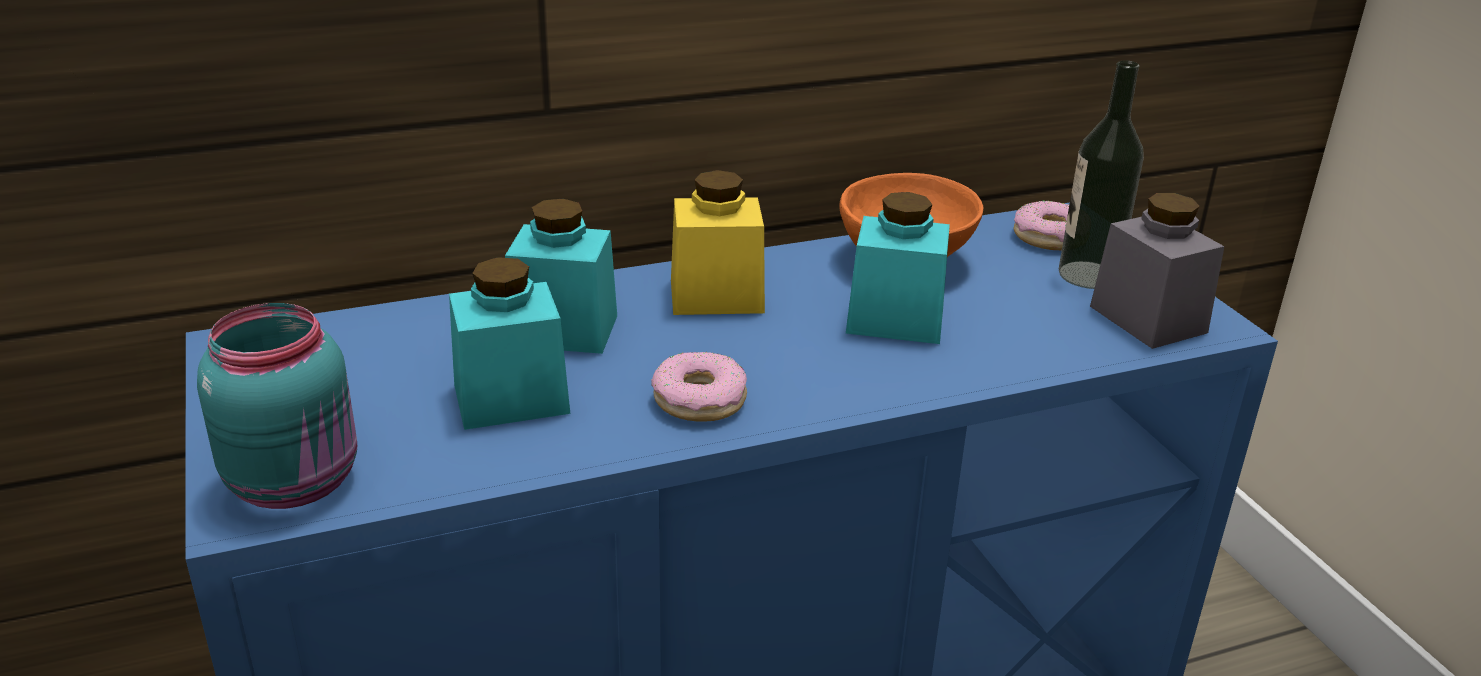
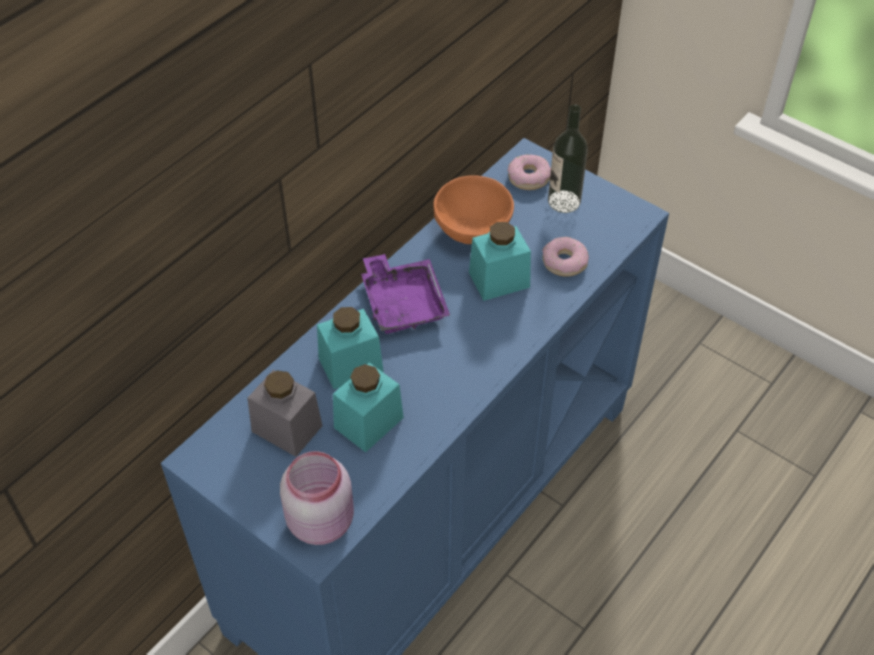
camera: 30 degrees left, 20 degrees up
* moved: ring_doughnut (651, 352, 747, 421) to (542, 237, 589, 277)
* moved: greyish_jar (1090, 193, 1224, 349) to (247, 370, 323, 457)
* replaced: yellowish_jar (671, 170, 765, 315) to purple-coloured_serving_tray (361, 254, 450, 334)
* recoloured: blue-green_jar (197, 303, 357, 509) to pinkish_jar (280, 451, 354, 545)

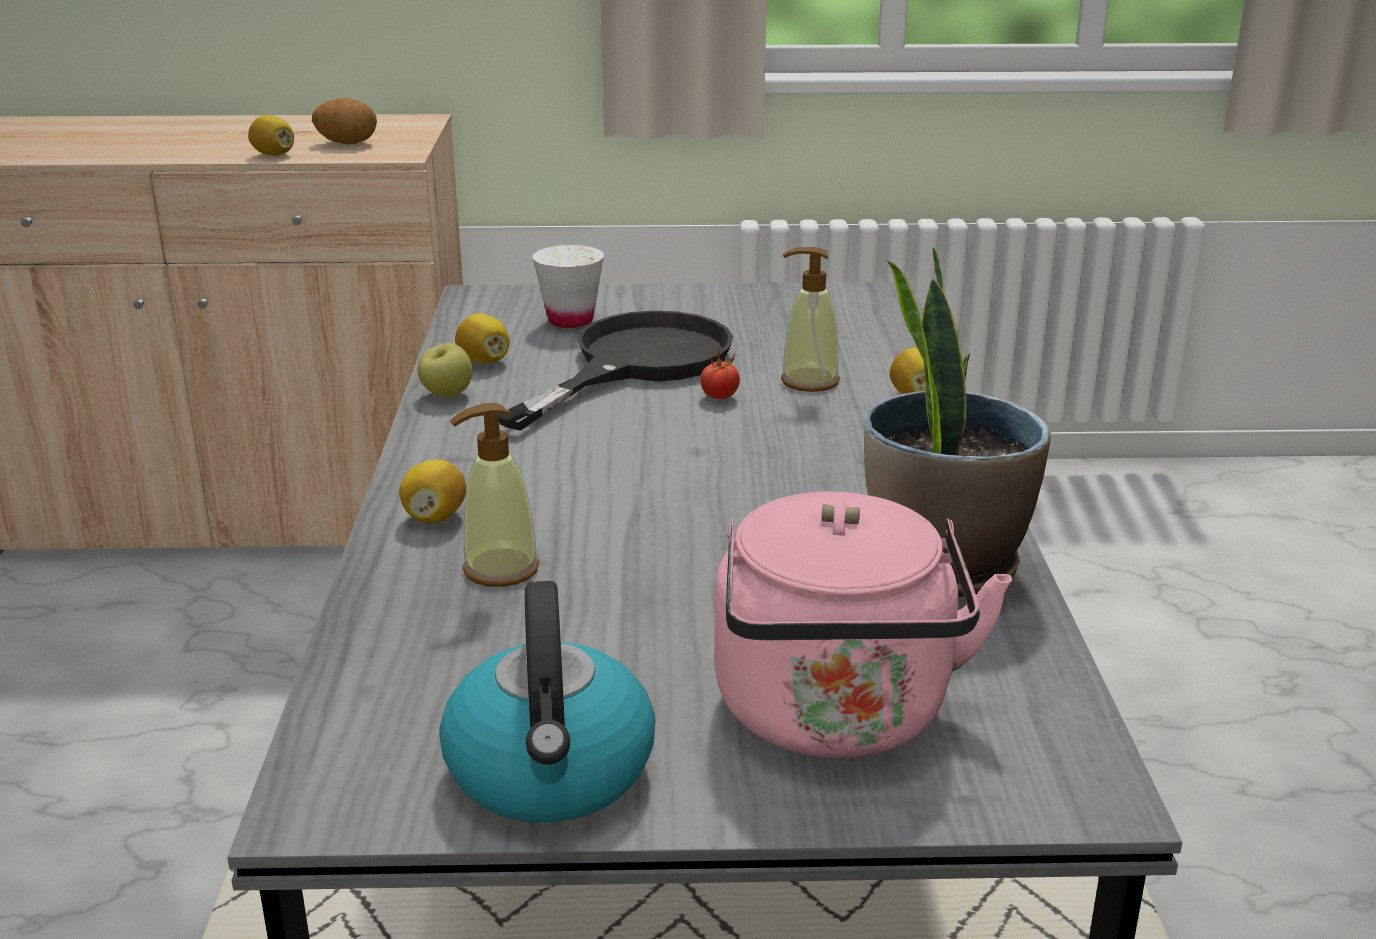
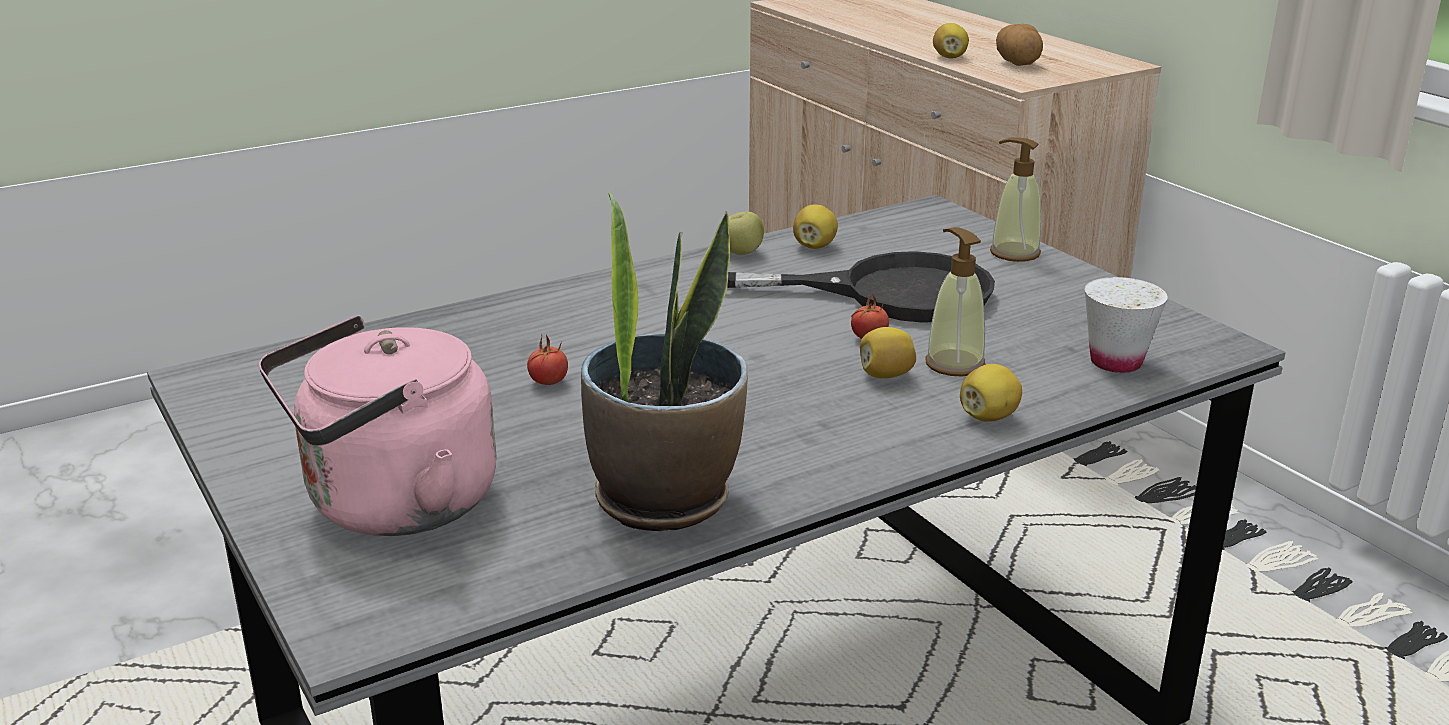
camera: 60 degrees right, 0 degrees up
* removed: kettle (439, 581, 655, 822)
* added: fresh_tomato (527, 335, 568, 385)
* moved: lemon (399, 460, 466, 523) to (860, 327, 916, 379)
* moved: soap_bottle (450, 403, 539, 587) to (990, 137, 1041, 262)
* moved: white-coloured_drinking_cup (532, 245, 604, 328) to (1085, 277, 1168, 373)

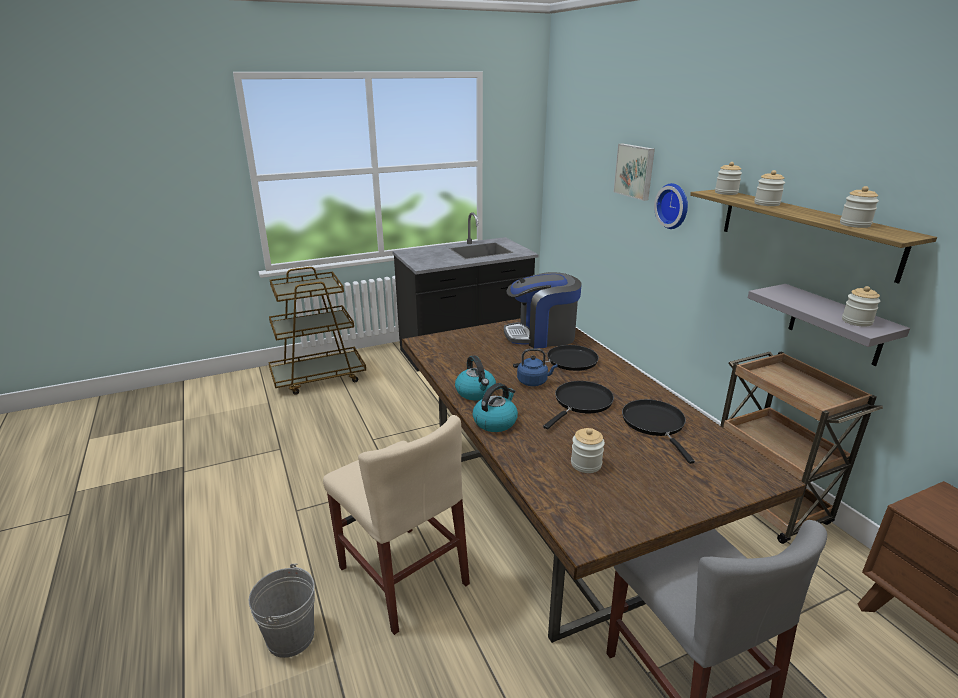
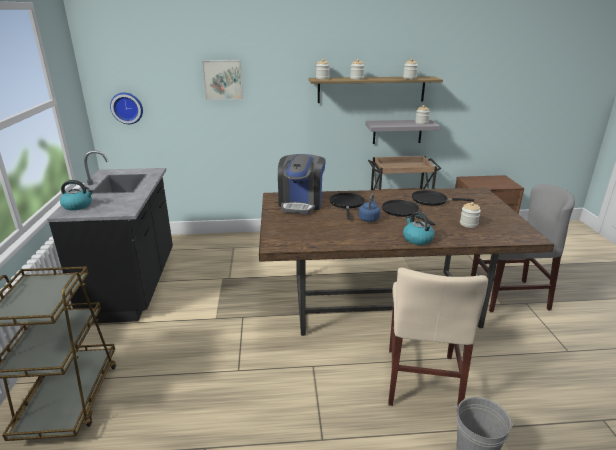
camera: 70 degrees left, 0 degrees up
* moved: kettle (455, 355, 496, 400) to (60, 180, 93, 210)
* moved: wall_clock (654, 183, 688, 229) to (110, 92, 143, 124)
* turned: beige-coloured_plain_chair (323, 415, 470, 635) = (388, 268, 488, 406) 120 degrees clockwise

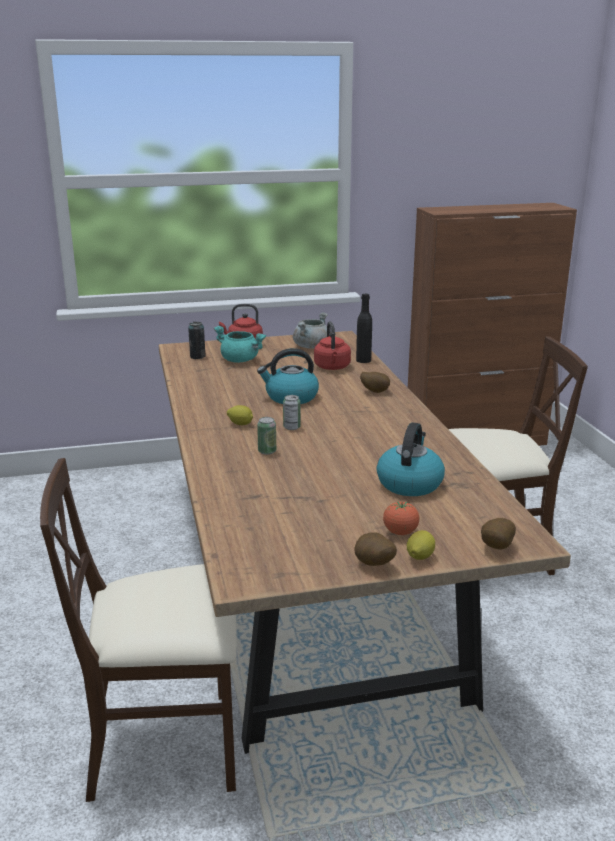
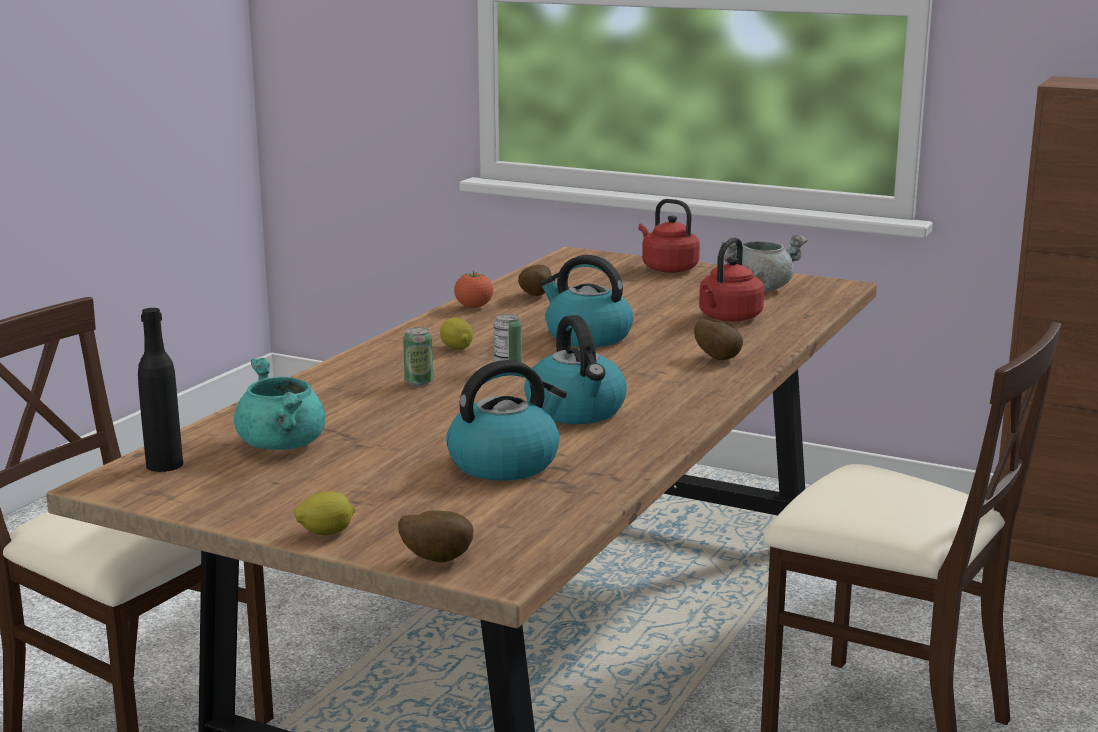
camera: 40 degrees right, 5 degrees down
* removed: can (188, 322, 206, 359)
* added: kettle (524, 315, 627, 424)
* moved: blue-green_saucepot (213, 326, 266, 363) to (234, 358, 326, 450)
* moved: potato (355, 532, 397, 566) to (518, 265, 551, 296)
* moved: blackish_bottle (356, 294, 372, 363) to (138, 308, 183, 472)
* moved: fresh_tomato (383, 501, 419, 535) to (454, 270, 493, 308)

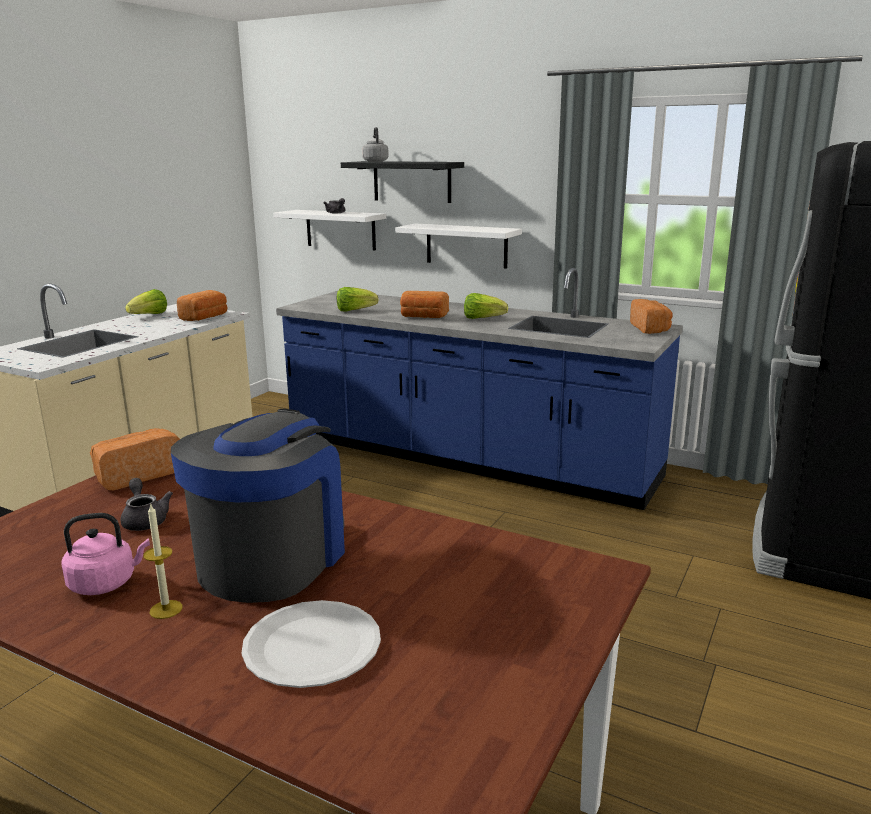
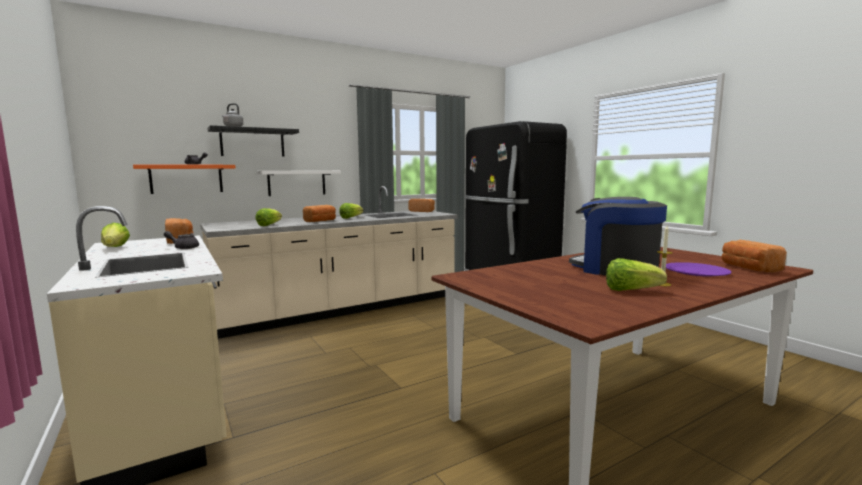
camera: 60 degrees left, 10 degrees down
* moved: baked_bread (90, 428, 180, 490) to (721, 240, 787, 272)
* moved: greyish_tea_pot (121, 478, 173, 531) to (164, 231, 199, 249)
* replaced: pinkish_kettle (61, 513, 150, 595) to lettuce (606, 258, 667, 291)
* recoloured: white-coloured_flat_dish (241, 600, 381, 688) to purple-coloured_flat_dish (666, 262, 732, 277)
* recoloured: white-coloured_bracket_shelf (273, 210, 386, 250) to orange-coloured_bracket_shelf (133, 165, 236, 194)
* recoloured: blue-coloured_counter (276, 268, 683, 510) to beige-coloured_counter (200, 186, 458, 339)

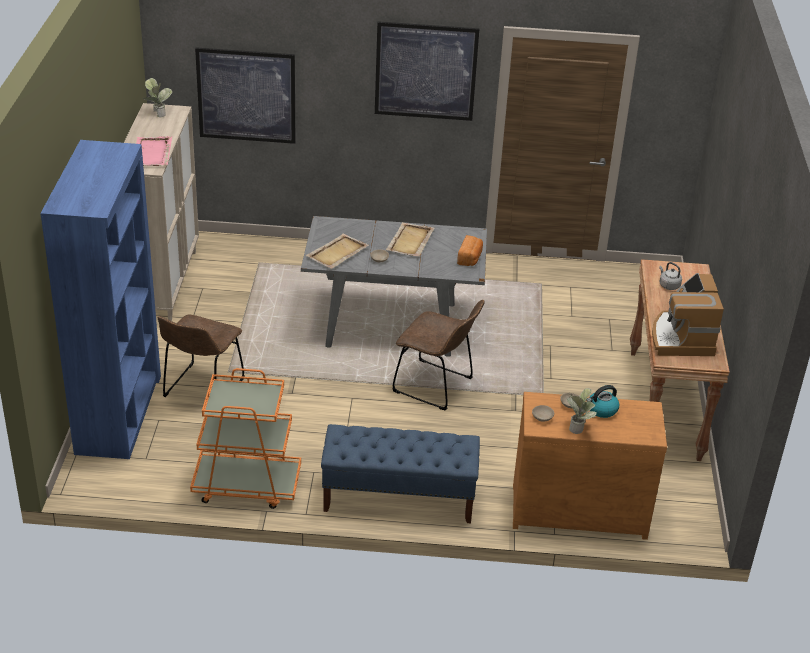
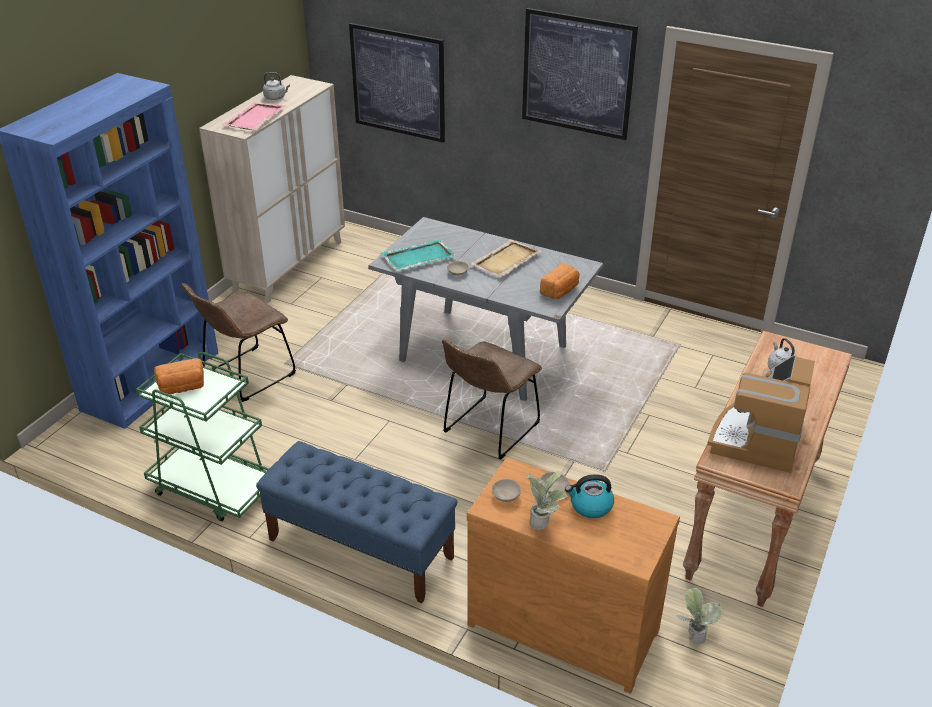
camera: 25 degrees right, 0 degrees up
* added: baked_bread (154, 358, 204, 395)
* added: greyish_kettle (263, 72, 290, 100)
* moved: potted_plant (143, 78, 172, 117) to (676, 588, 723, 644)
* recoloured: orange-coloured_wheeled_cart (190, 368, 301, 509) to green_wheeled_cart (136, 352, 269, 521)
* recoloured: beige-coloured_serving_tray (305, 233, 369, 269) to blue-green_serving_tray (381, 239, 456, 271)
* turned: brown_plain_chair (392, 300, 485, 411) = (442, 339, 542, 460) 75 degrees clockwise

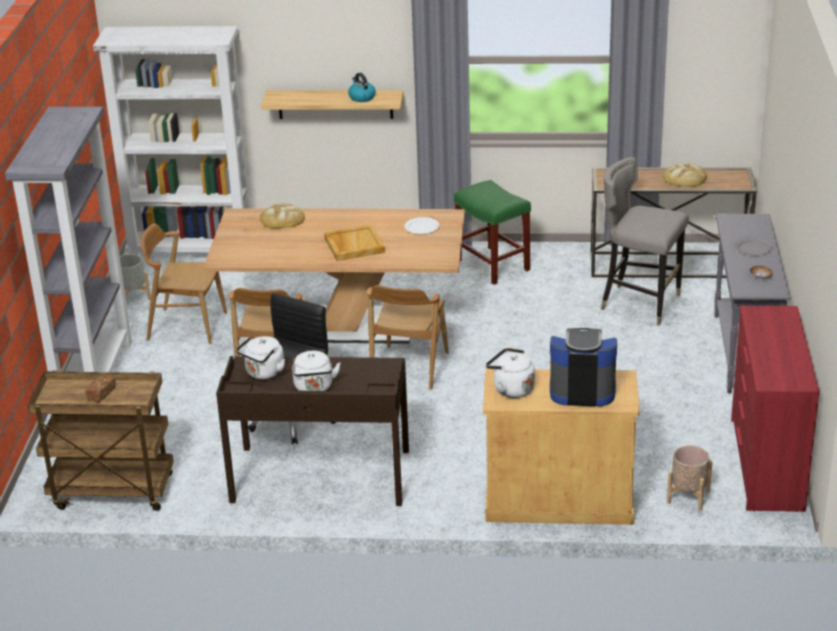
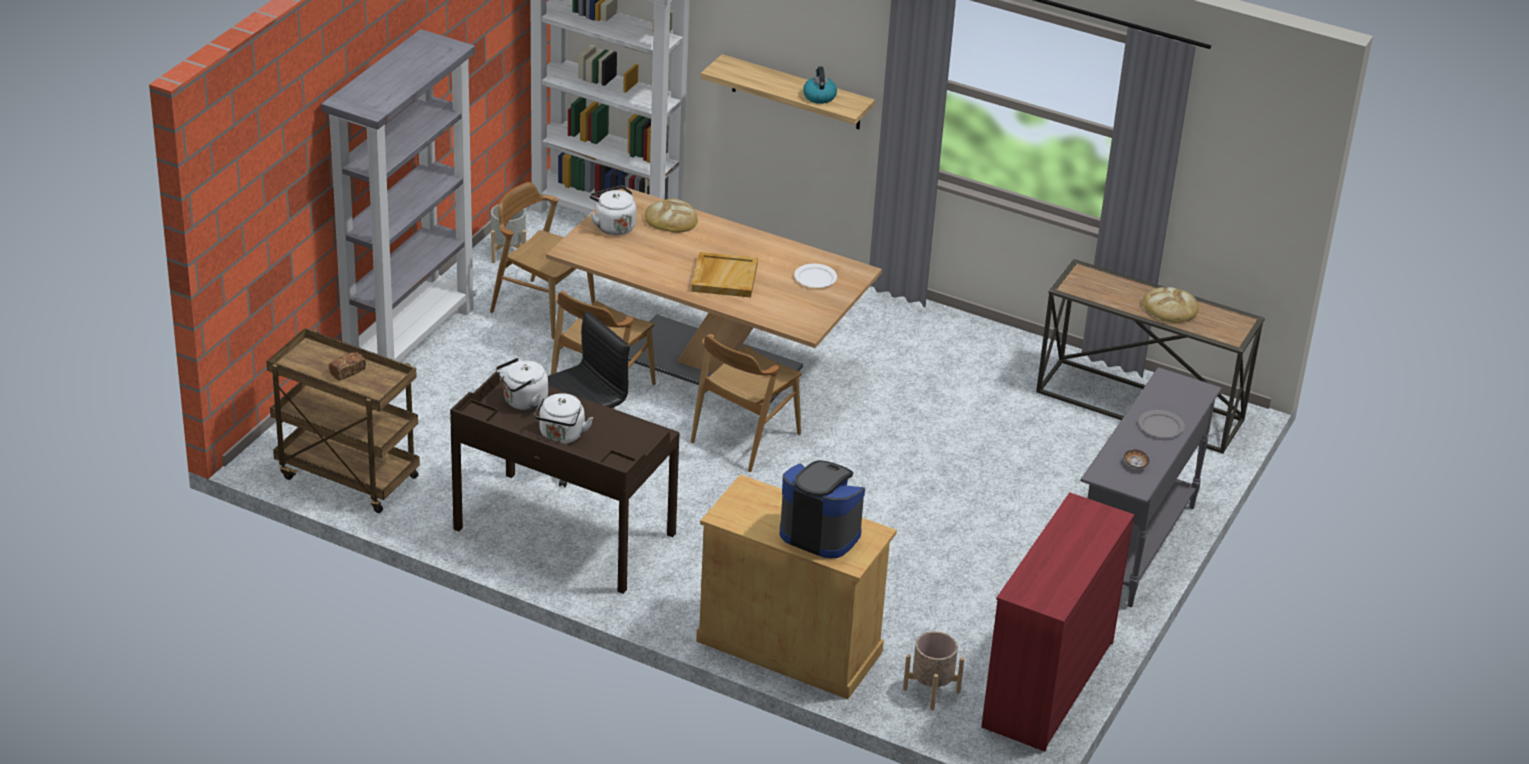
camera: 20 degrees right, 5 degrees up
* removed: green_sitting_stool (454, 180, 531, 285)
* removed: greyish_sitting_stool (601, 157, 689, 326)
* moved: white-coloured_kettle (486, 348, 535, 398) to (590, 186, 636, 235)

